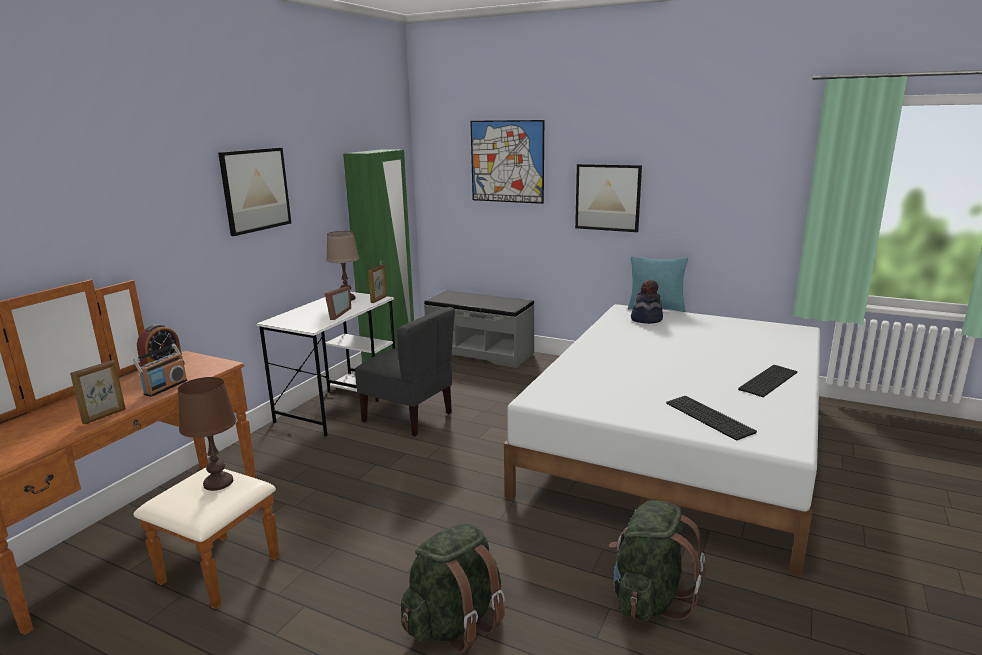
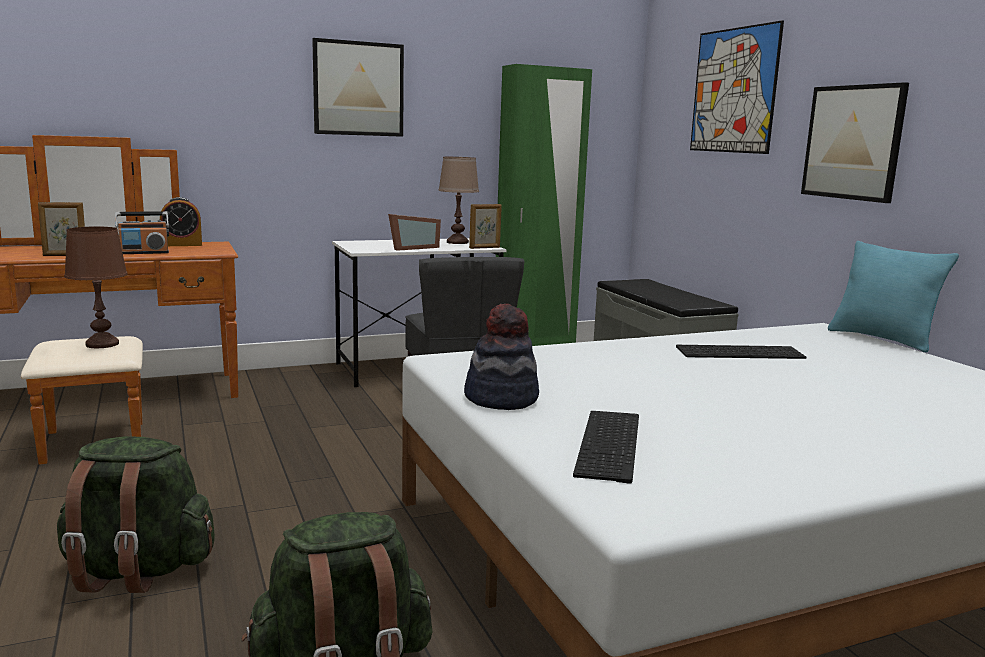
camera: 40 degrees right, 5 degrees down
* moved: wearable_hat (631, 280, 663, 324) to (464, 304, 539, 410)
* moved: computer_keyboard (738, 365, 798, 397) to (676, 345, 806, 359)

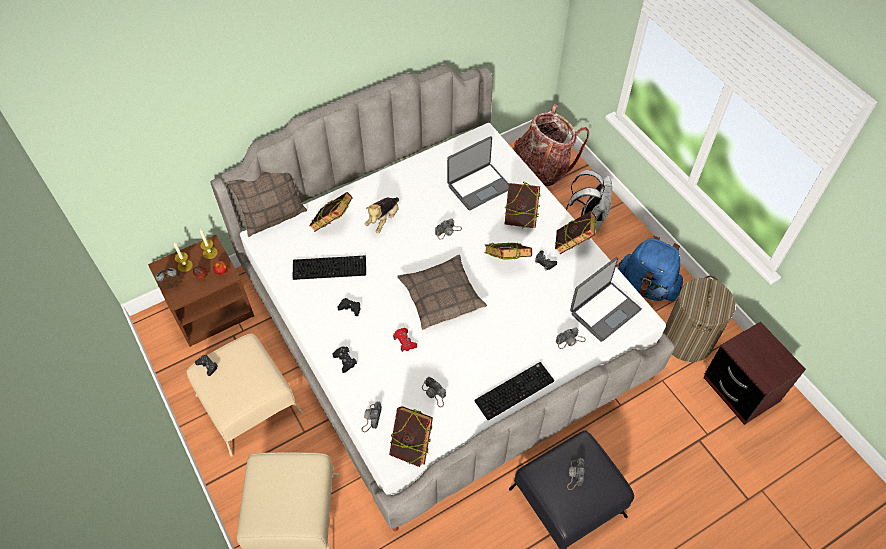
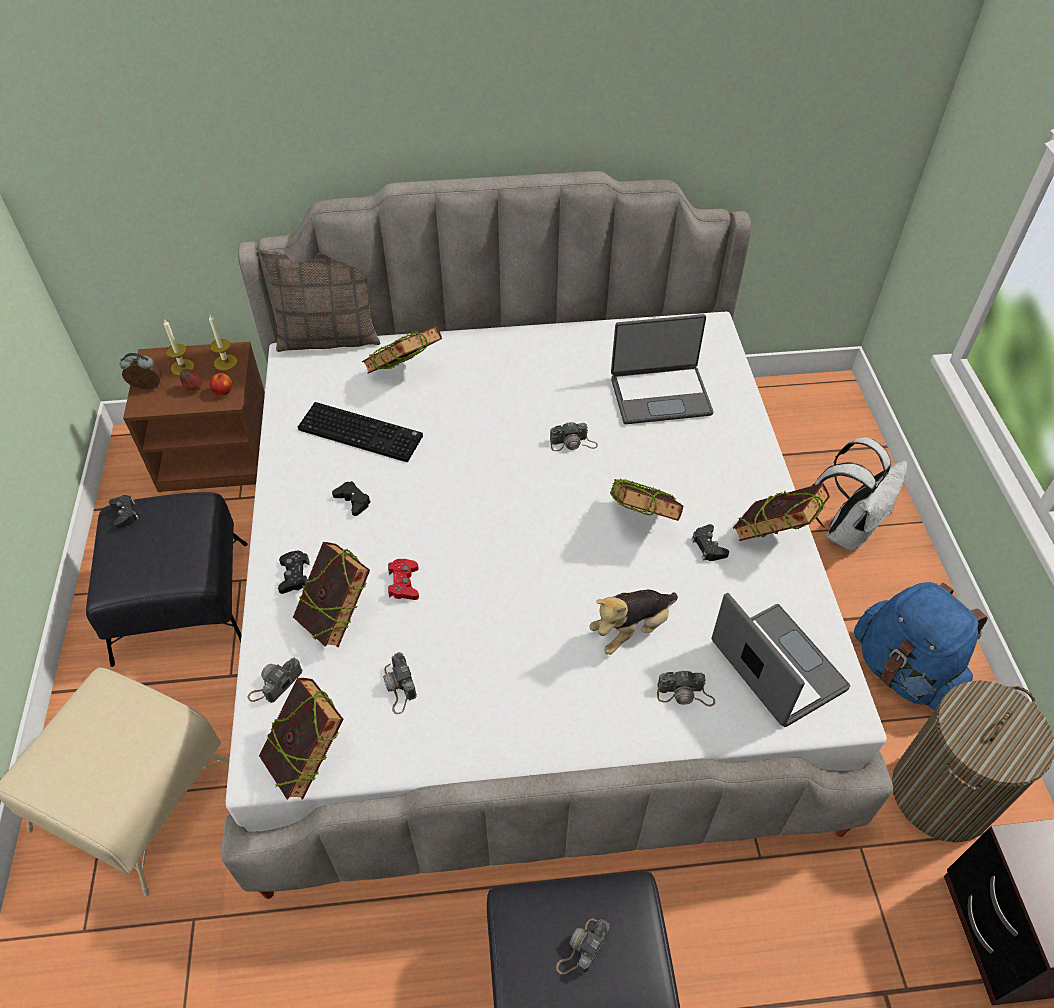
camera: 25 degrees right, 5 degrees down
* removed: cushion (397, 255, 487, 330)
* removed: computer_keyboard (475, 362, 554, 421)
* removed: backpack (513, 104, 589, 186)
* moved: soft_toy (365, 197, 399, 233) to (589, 590, 678, 655)
* moved: bound_book (504, 182, 540, 229) to (293, 542, 370, 647)
* recoloured: beige-coloured_ottoman (187, 333, 303, 457) to blackish_ottoman (86, 492, 248, 667)
* turned: notebook_computer (570, 257, 642, 342) = (711, 593, 850, 727) 105 degrees counterclockwise

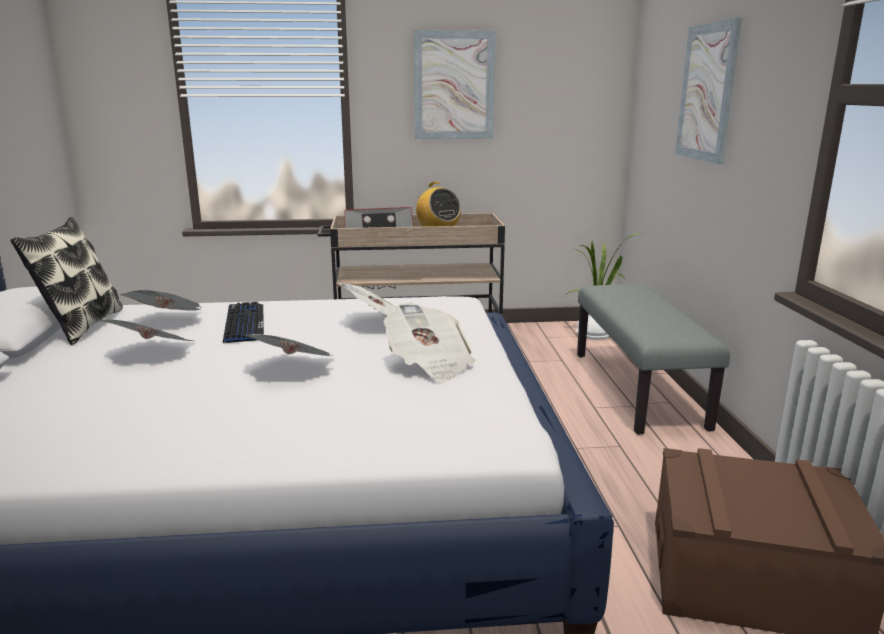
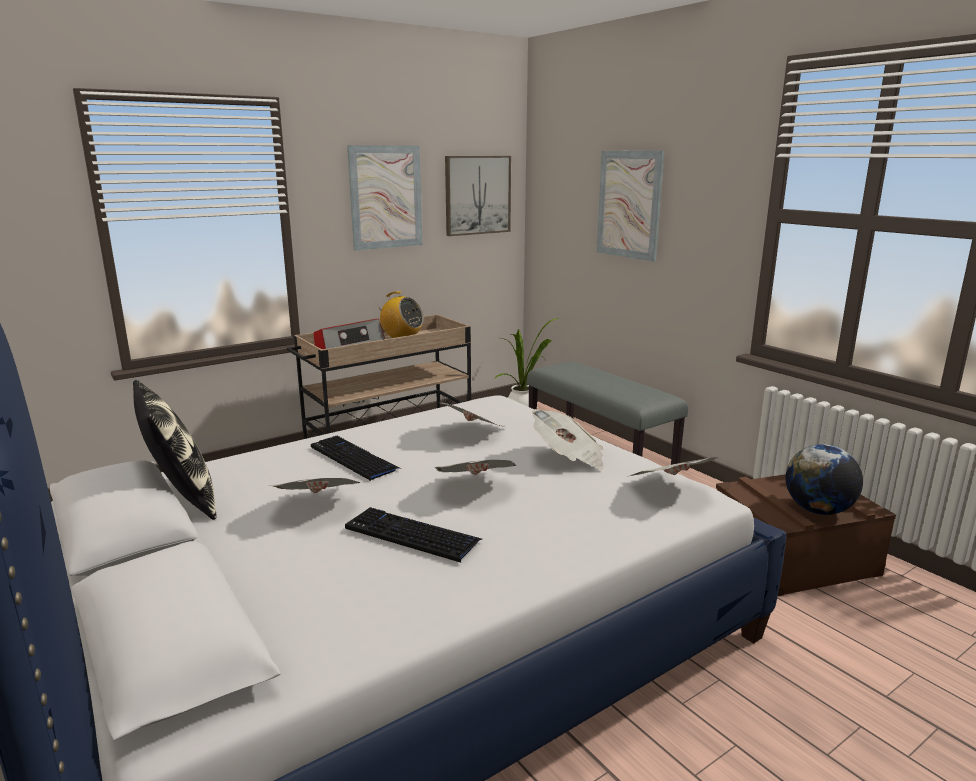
camera: 30 degrees left, 0 degrees up
* added: computer_keyboard (345, 507, 482, 563)
* added: picture (445, 156, 511, 236)
* added: world_globe (786, 444, 863, 515)
* moved: daily_paper (120, 290, 201, 311) to (632, 457, 719, 476)

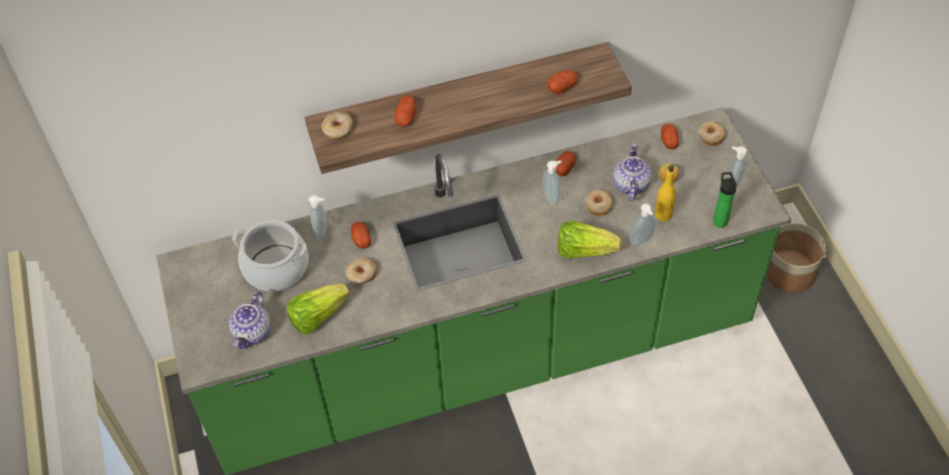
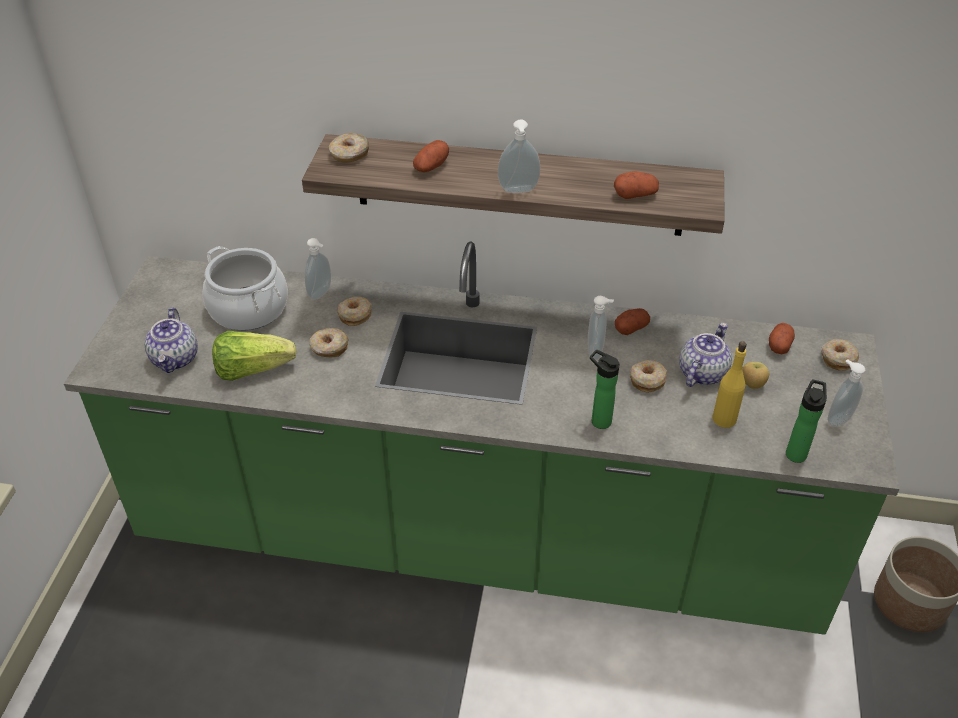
camera: 25 degrees right, 10 degrees down
* moved: soap_bottle (629, 203, 656, 246) to (498, 119, 541, 193)
* replaced: potato (351, 222, 371, 249) to ring_doughnut (337, 297, 372, 326)
* replaced: lettuce (558, 220, 622, 258) to bottle (590, 350, 620, 429)
* turned: tea_pot (229, 291, 271, 349) = (145, 307, 198, 373) 45 degrees counterclockwise

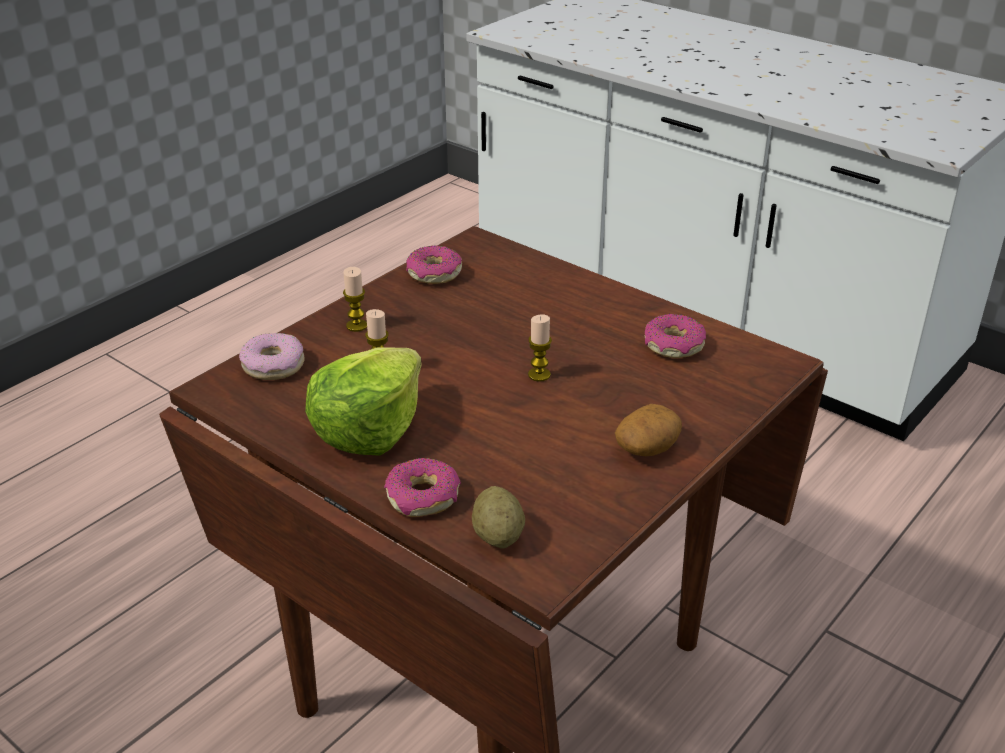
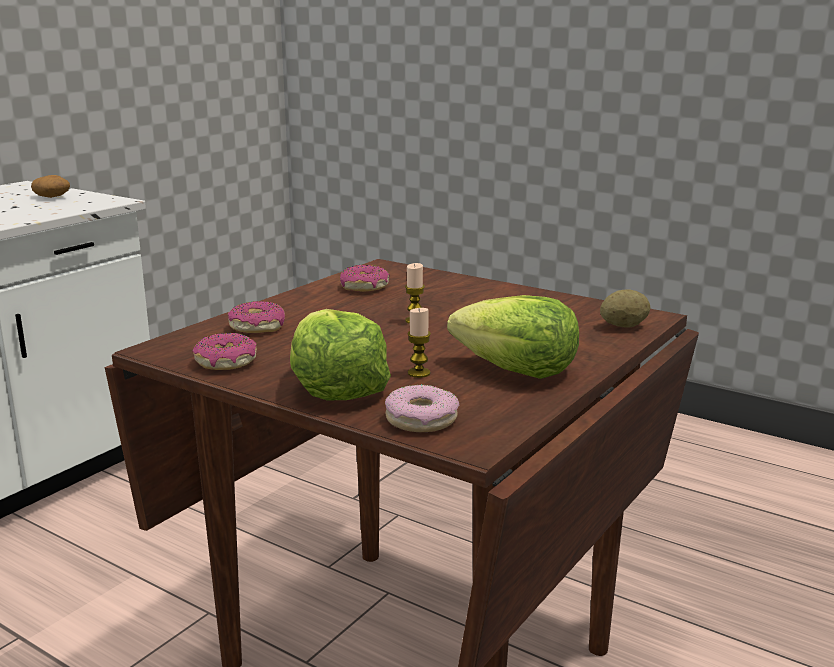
camera: 95 degrees left, 15 degrees down
* moved: ring_doughnut (384, 458, 461, 517) to (228, 301, 285, 333)
* moved: potato (615, 404, 682, 456) to (31, 175, 70, 198)
* replaced: wax_light (343, 267, 367, 332) to lettuce (290, 309, 391, 401)

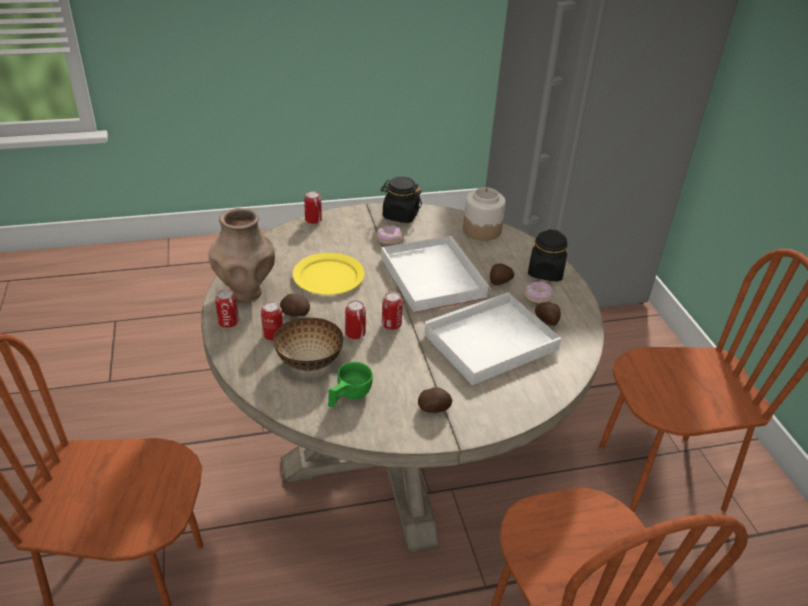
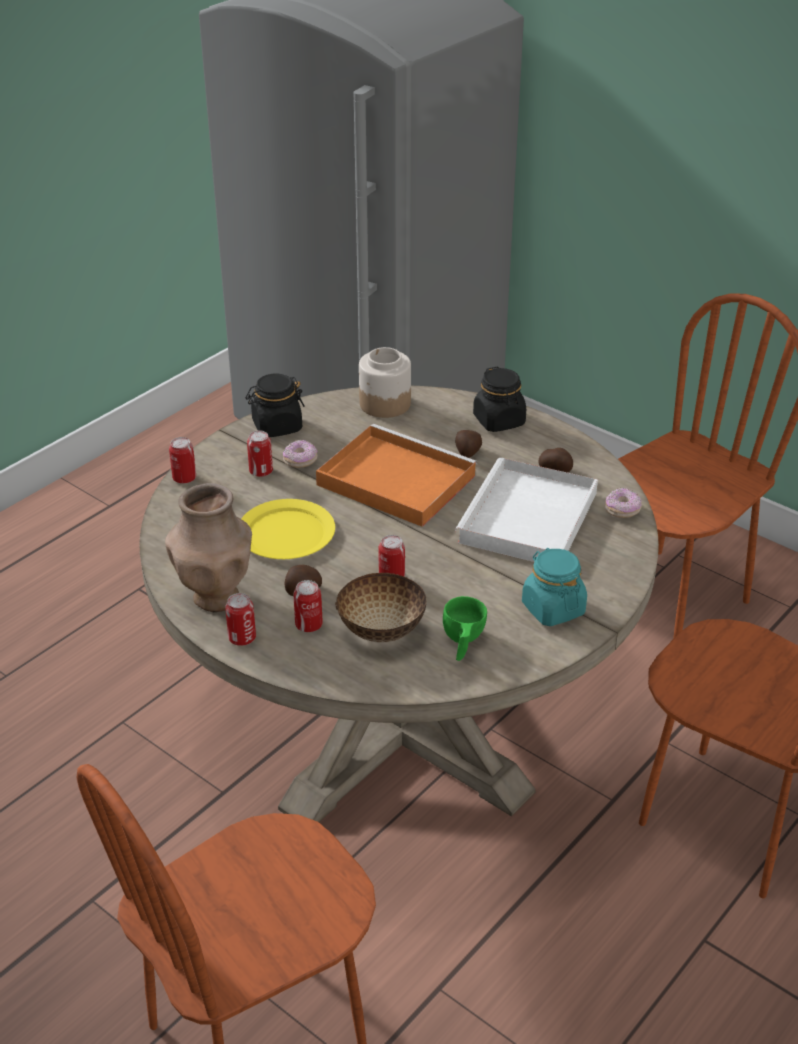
camera: 35 degrees left, 0 degrees up
* moved: can (382, 291, 403, 330) to (247, 430, 273, 477)
* moved: ring_doughnut (524, 281, 553, 303) to (605, 488, 642, 518)
* replaced: potato (418, 387, 452, 413) to blue-green_jar (522, 548, 587, 626)
* recoloured: white-coloured_serving_tray (381, 236, 491, 313) to orange-coloured_serving_tray (316, 424, 477, 527)

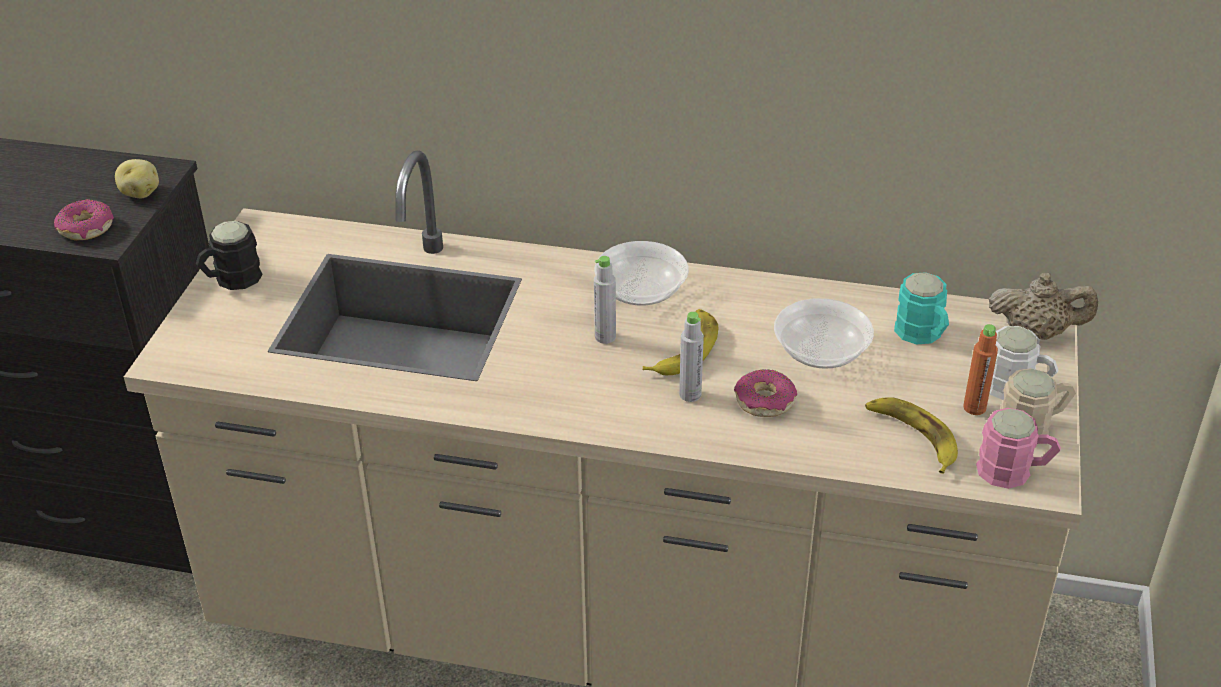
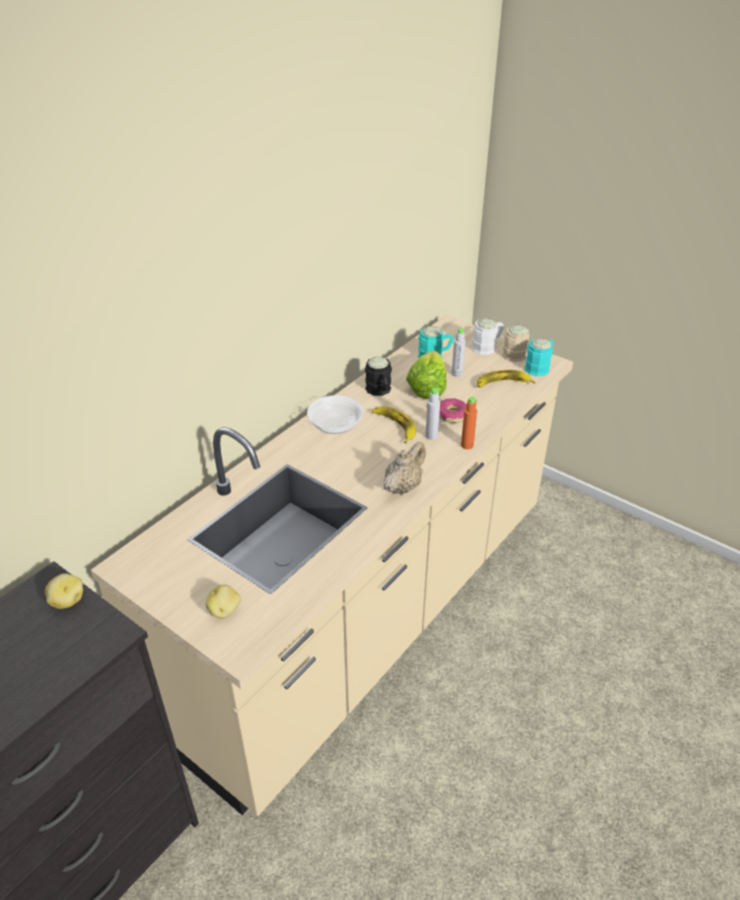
camera: 65 degrees left, 0 degrees up
* removed: ring_doughnut (54, 199, 114, 240)
* added: potato (206, 584, 241, 619)
* moved: blackish_mug (196, 221, 263, 290) to (365, 357, 392, 396)
* moved: greyish_bottle (594, 256, 616, 344) to (451, 328, 466, 377)
* moved: orange-coloured_bottle (963, 324, 998, 415) to (461, 397, 478, 449)
* moved: beige-coloured_tea_pot (989, 273, 1098, 340) to (384, 442, 426, 495)
* replaced: deep_dish (774, 298, 874, 369) to lettuce (406, 351, 447, 399)
* recoloured: pinkish_mug (976, 408, 1061, 489) to blue-green_mug (525, 338, 554, 376)

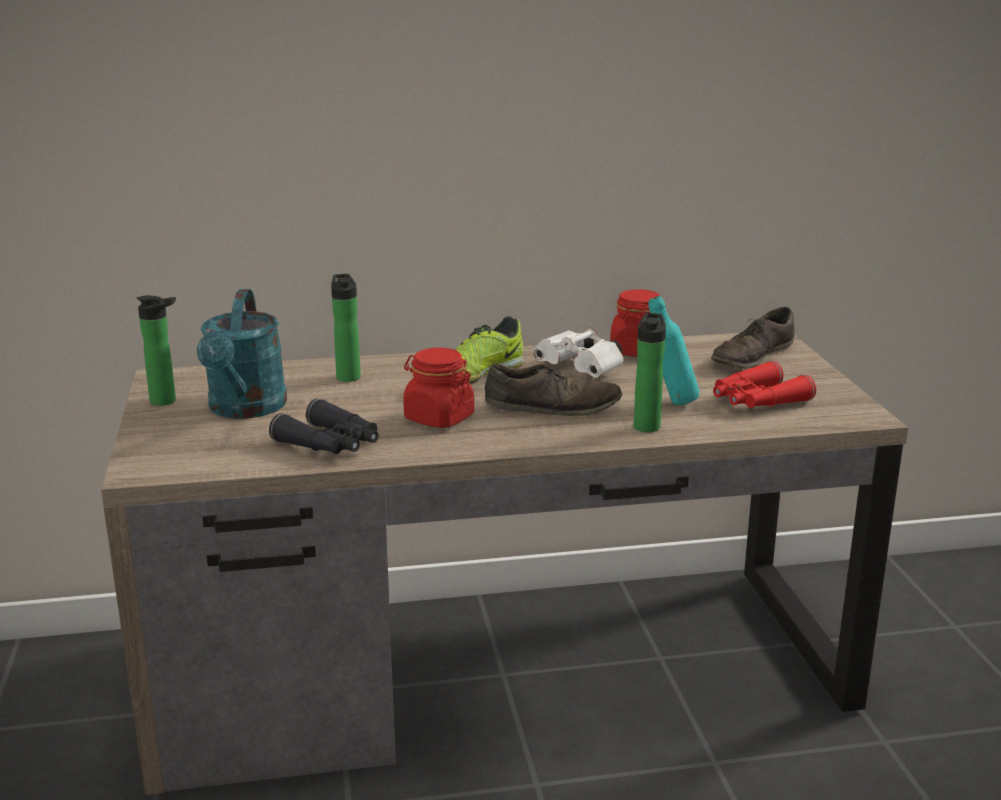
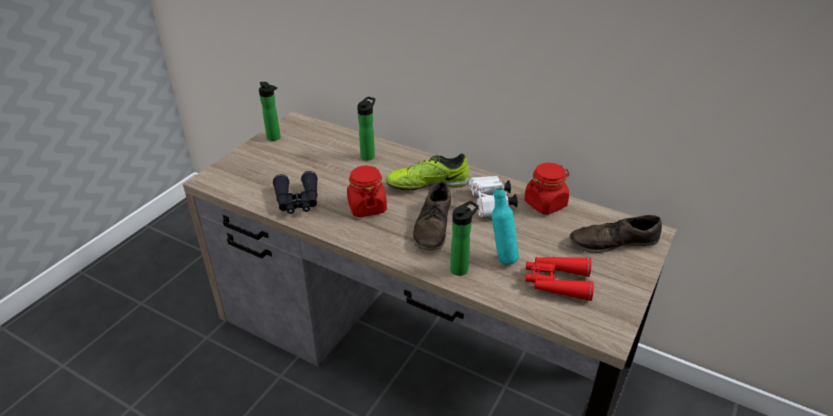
camera: 40 degrees right, 15 degrees up
* removed: blue-green_watering_pot (197, 289, 287, 419)
* turned: brown_item_of_footwear (485, 364, 622, 416) = (413, 182, 451, 250) 60 degrees clockwise

